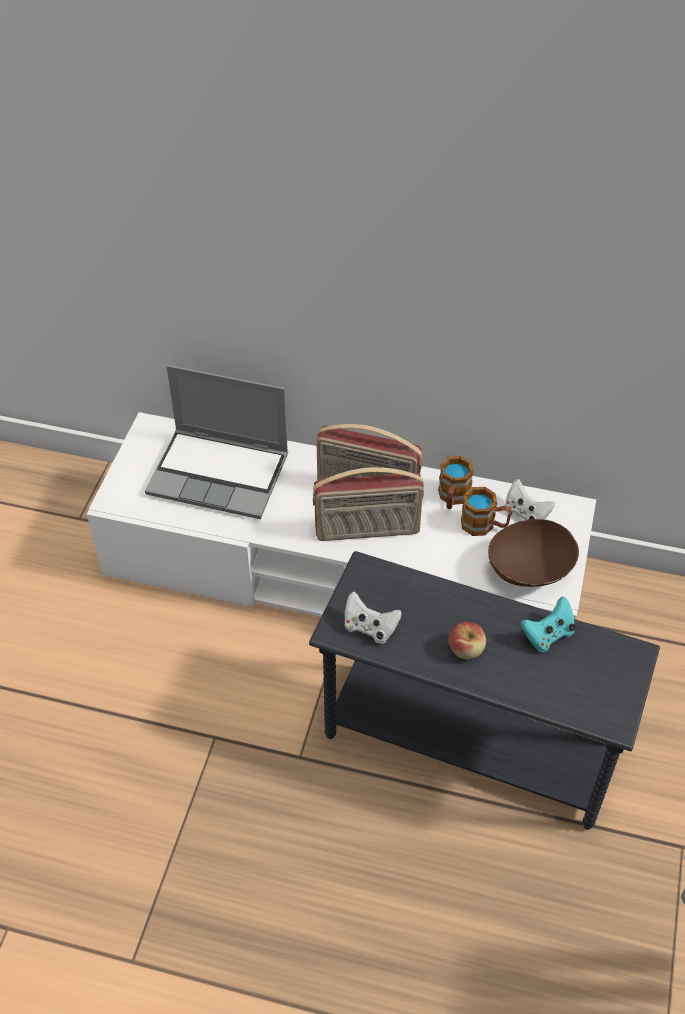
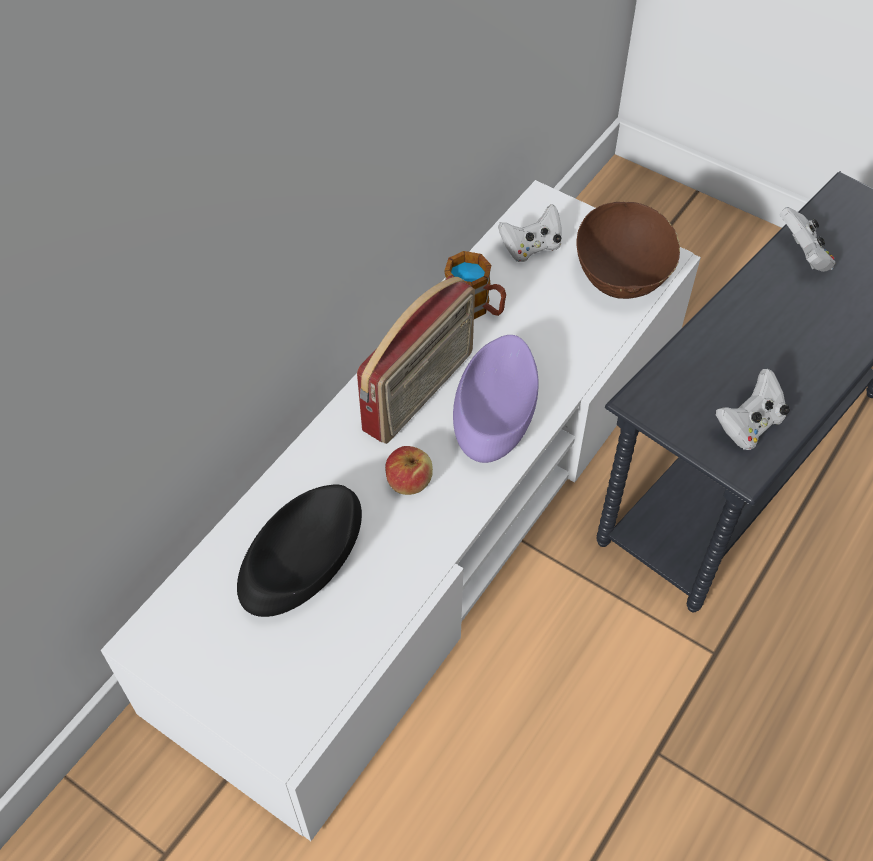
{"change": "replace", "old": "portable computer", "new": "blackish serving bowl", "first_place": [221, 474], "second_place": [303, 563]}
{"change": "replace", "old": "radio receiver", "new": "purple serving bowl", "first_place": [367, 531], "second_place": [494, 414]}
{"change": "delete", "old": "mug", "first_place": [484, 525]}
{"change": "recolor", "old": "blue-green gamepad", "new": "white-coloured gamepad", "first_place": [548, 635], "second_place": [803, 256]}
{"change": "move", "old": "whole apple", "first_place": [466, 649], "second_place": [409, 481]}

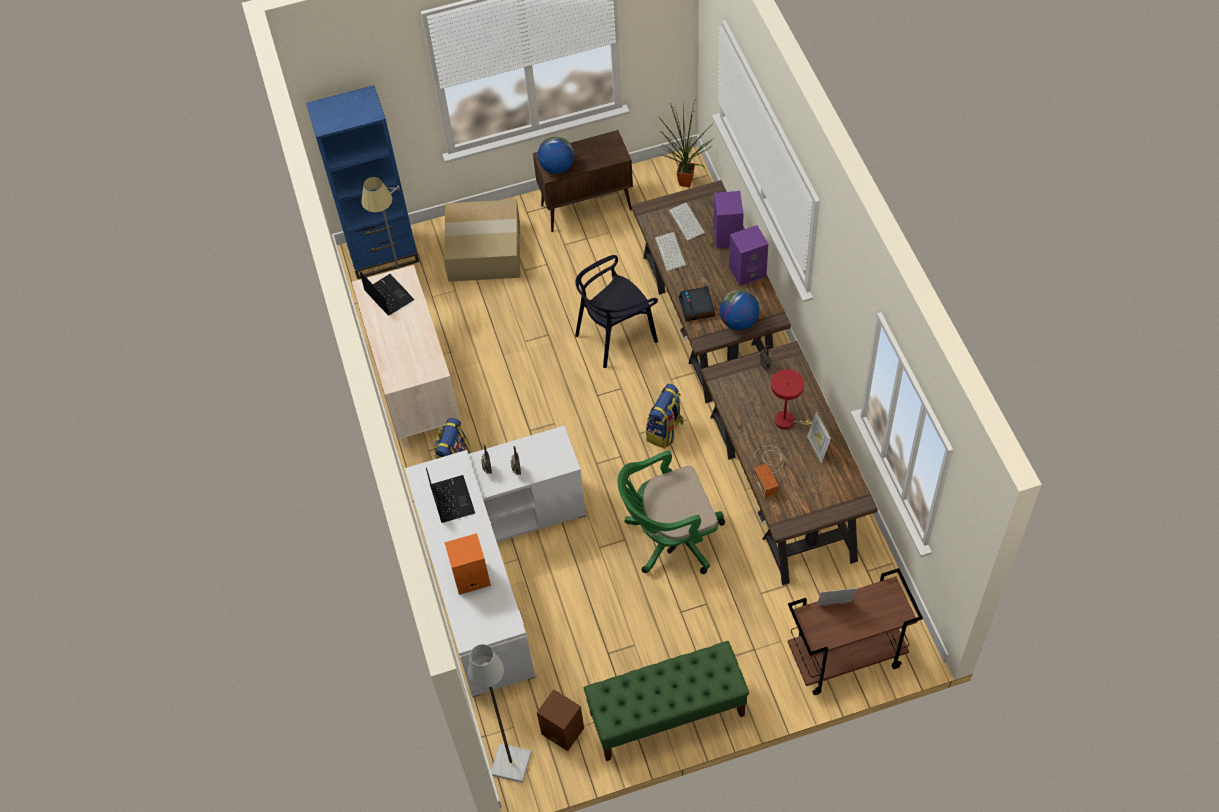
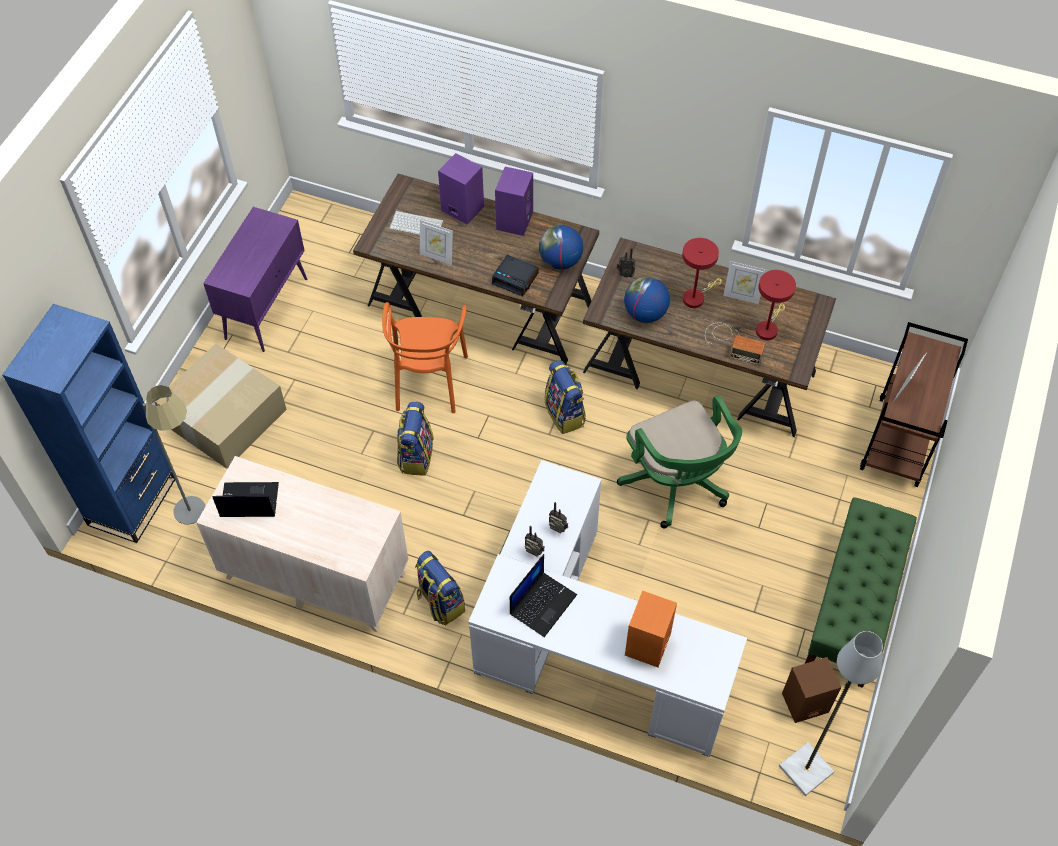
{"change": "delete", "old": "potted plant", "first_place": [684, 184]}
{"change": "recolor", "old": "brown storage cabinet", "new": "purple storage cabinet", "first_place": [587, 207], "second_place": [267, 308]}
{"change": "move", "old": "world globe", "first_place": [557, 167], "second_place": [645, 313]}
{"change": "replace", "old": "PC keyboard", "new": "standing frame", "first_place": [671, 252], "second_place": [437, 257]}
{"change": "recolor", "old": "blackish plain chair", "new": "orange-coloured plain chair", "first_place": [615, 335], "second_place": [428, 381]}
{"change": "rotate", "old": "green computer chair", "first_place": [669, 538], "second_place": [677, 485], "degrees": -45}
{"change": "rotate", "old": "portable computer", "first_place": [451, 499], "second_place": [543, 603], "degrees": 105}
{"change": "insert", "new": "red-coloured lamp for a table", "second_place": [768, 328]}
{"change": "insert", "new": "backpack", "second_place": [415, 455]}

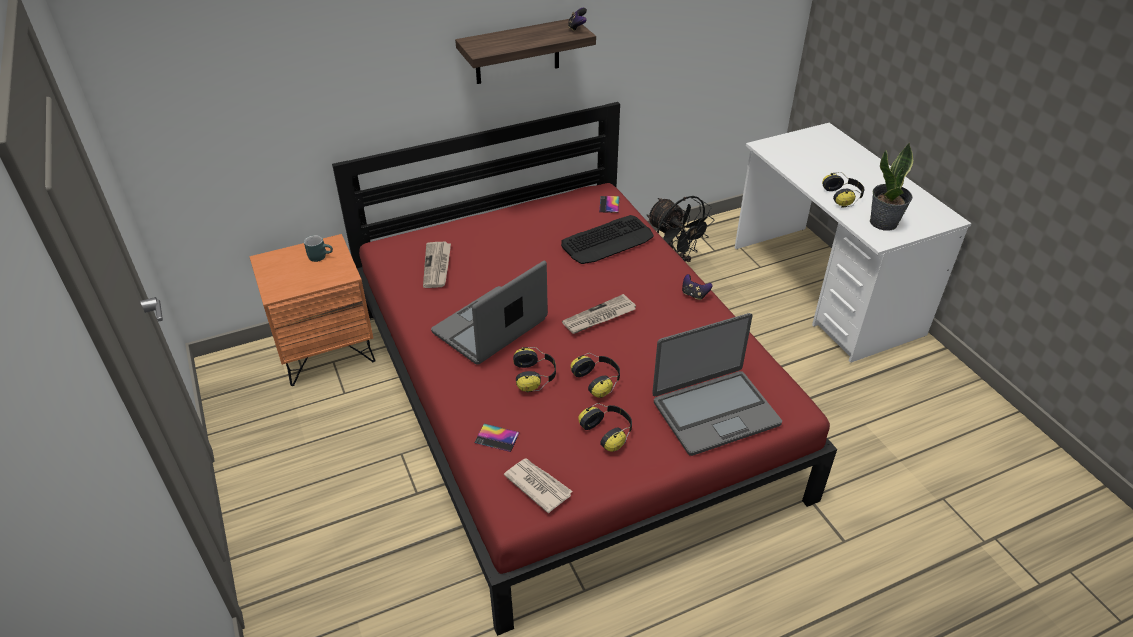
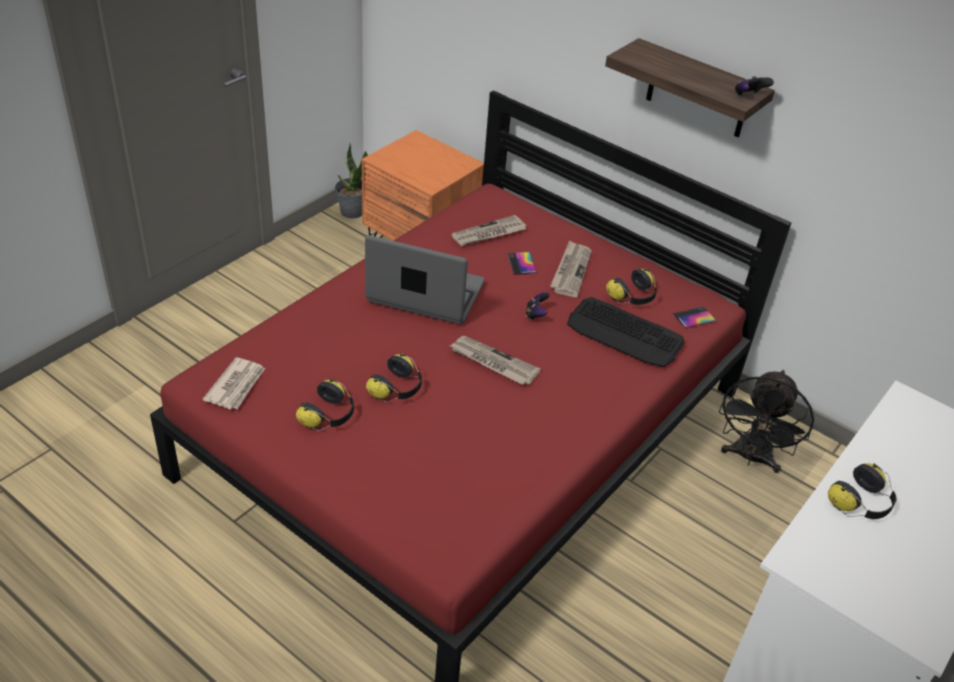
{"change": "move", "old": "potted plant", "first_place": [884, 223], "second_place": [352, 212]}
{"change": "delete", "old": "blue-green mug", "first_place": [320, 256]}
{"change": "move", "old": "gamepad", "first_place": [694, 295], "second_place": [536, 314]}
{"change": "delete", "old": "portable computer", "first_place": [714, 412]}
{"change": "move", "old": "pair of headphones", "first_place": [535, 376], "second_place": [633, 297]}
{"change": "move", "old": "telephone", "first_place": [497, 438], "second_place": [521, 263]}
{"change": "insert", "new": "printed paper", "second_place": [570, 271]}

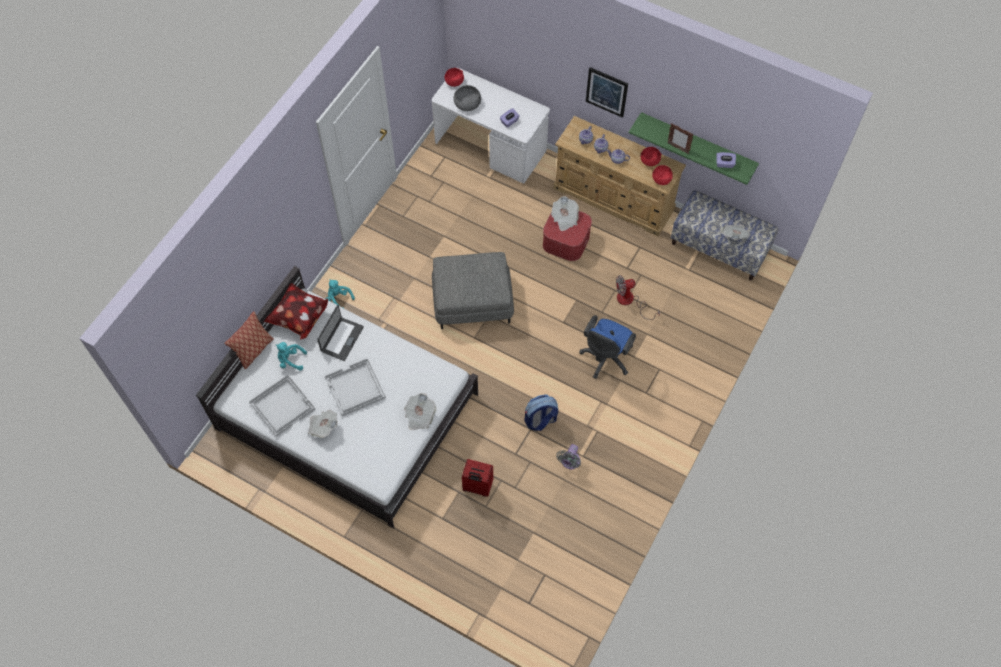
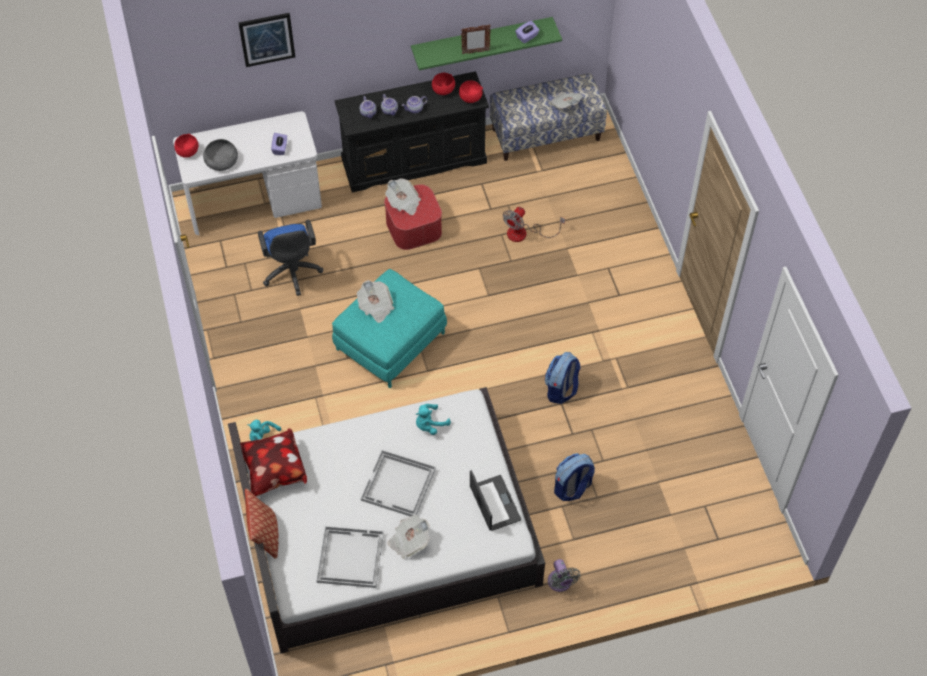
{"change": "move", "old": "wall art", "first_place": [607, 91], "second_place": [267, 39]}
{"change": "recolor", "old": "beige drawer chest", "new": "blackish drawer chest", "first_place": [614, 198], "second_place": [414, 160]}
{"change": "recolor", "old": "grey pouffe", "new": "blue-green pouffe", "first_place": [473, 300], "second_place": [390, 341]}
{"change": "move", "old": "portable computer", "first_place": [341, 339], "second_place": [494, 503]}
{"change": "move", "old": "blue computer chair", "first_place": [605, 359], "second_place": [292, 273]}
{"change": "move", "old": "blue-green cuddly toy", "first_place": [290, 360], "second_place": [430, 425]}
{"change": "move", "old": "printed paper", "first_place": [419, 416], "second_place": [376, 307]}
{"change": "move", "old": "grey cooling fan", "first_place": [569, 462], "second_place": [560, 583]}
{"change": "replace", "old": "red-coloured suitcase", "new": "backpack", "first_place": [477, 487], "second_place": [572, 488]}

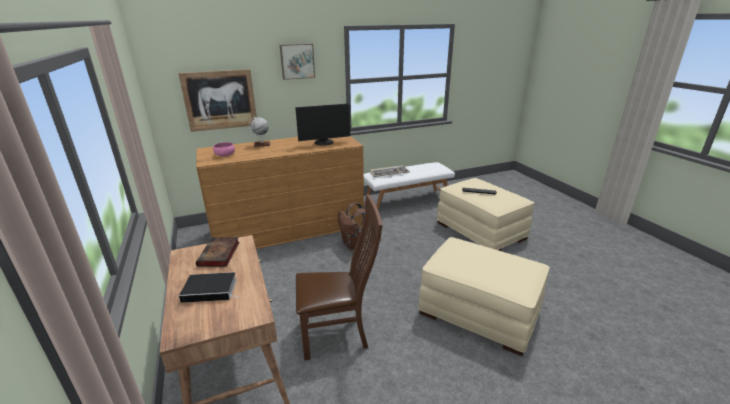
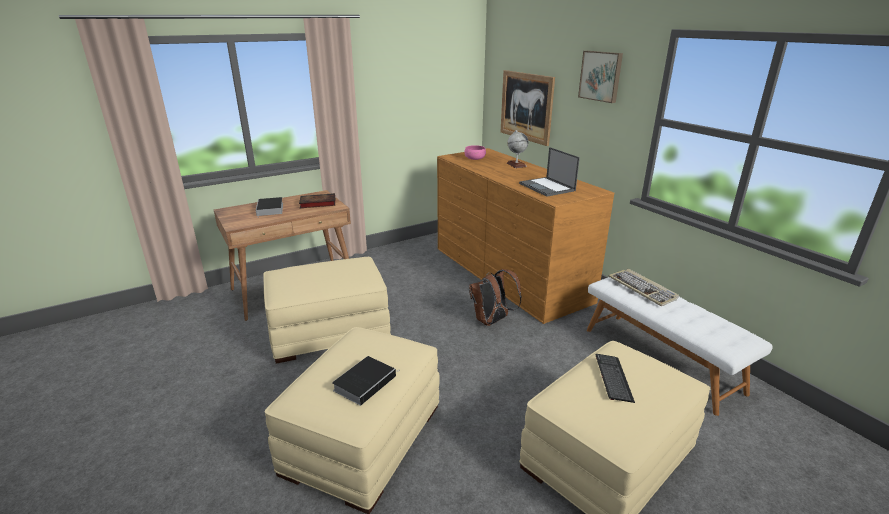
{"change": "replace", "old": "computer display", "new": "portable computer", "first_place": [324, 143], "second_place": [547, 187]}
{"change": "replace", "old": "brown plain chair", "new": "beige pouffe", "first_place": [339, 334], "second_place": [328, 331]}
{"change": "insert", "new": "volume", "second_place": [365, 382]}

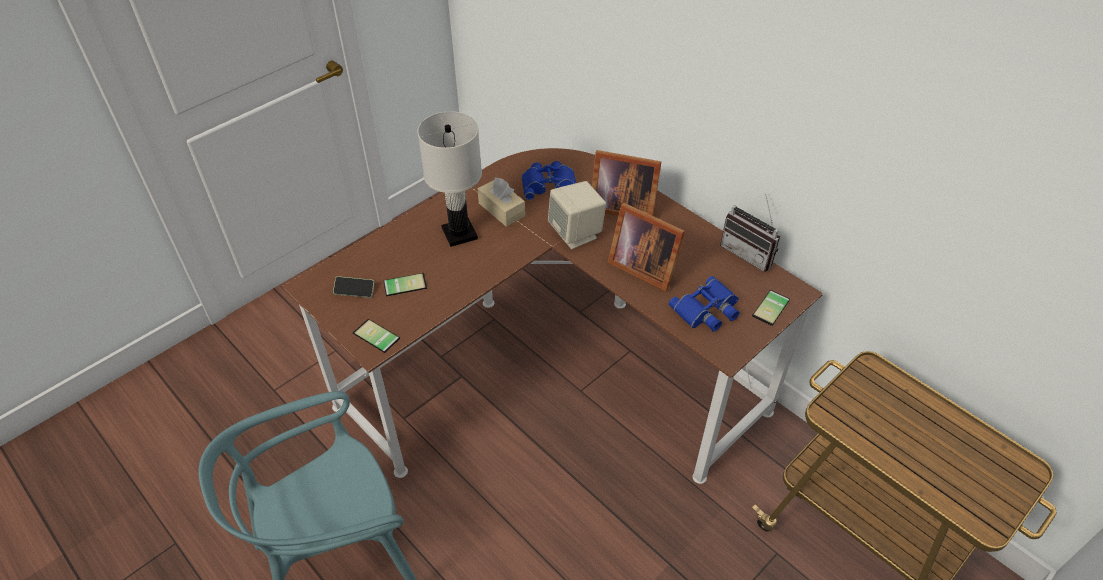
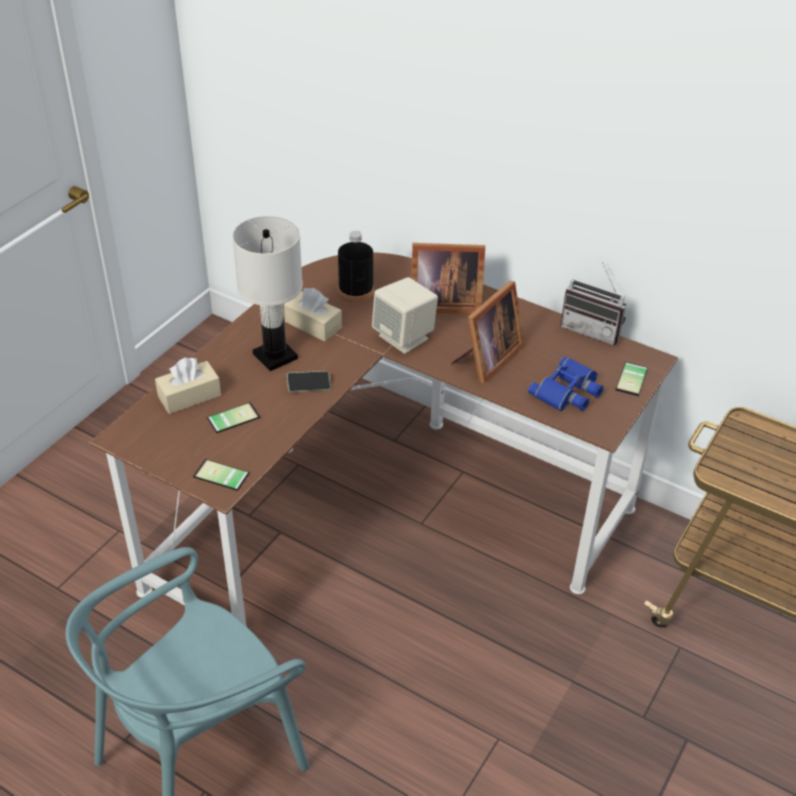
{"change": "replace", "old": "blue pair of binoculars", "new": "blackish beverage bottle", "first_place": [549, 184], "second_place": [356, 291]}
{"change": "rotate", "old": "standing frame", "first_place": [642, 266], "second_place": [486, 359], "degrees": -75}
{"change": "move", "old": "telephone", "first_place": [354, 291], "second_place": [309, 386]}
{"change": "insert", "new": "beige tissue holder", "second_place": [189, 396]}

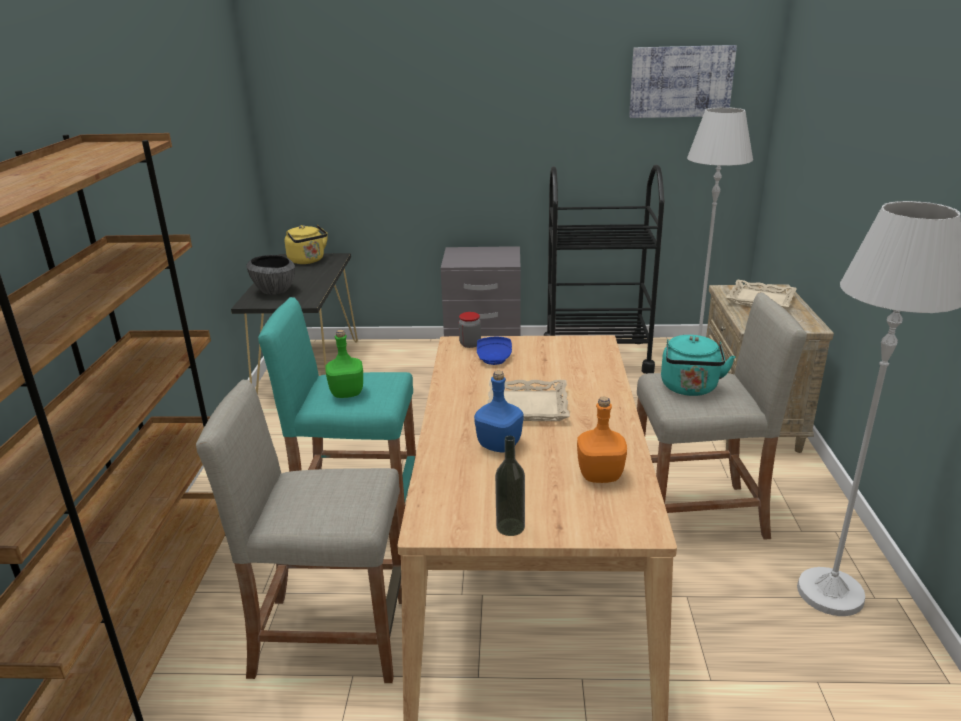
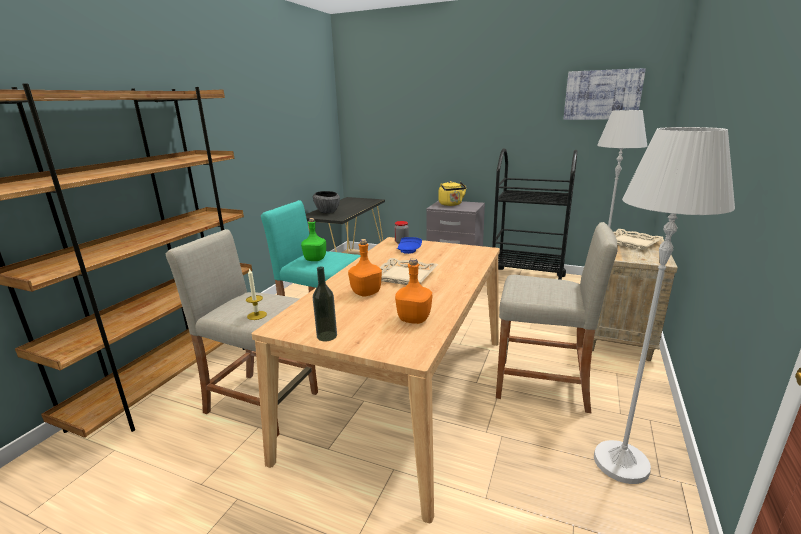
{"change": "move", "old": "yellow tea kettle", "first_place": [308, 261], "second_place": [451, 204]}
{"change": "delete", "old": "blue-green tea kettle", "first_place": [690, 388]}
{"change": "recolor", "old": "blue beverage bottle", "new": "orange-coloured beverage bottle", "first_place": [499, 445], "second_place": [365, 293]}
{"change": "insert", "new": "candle", "second_place": [257, 315]}

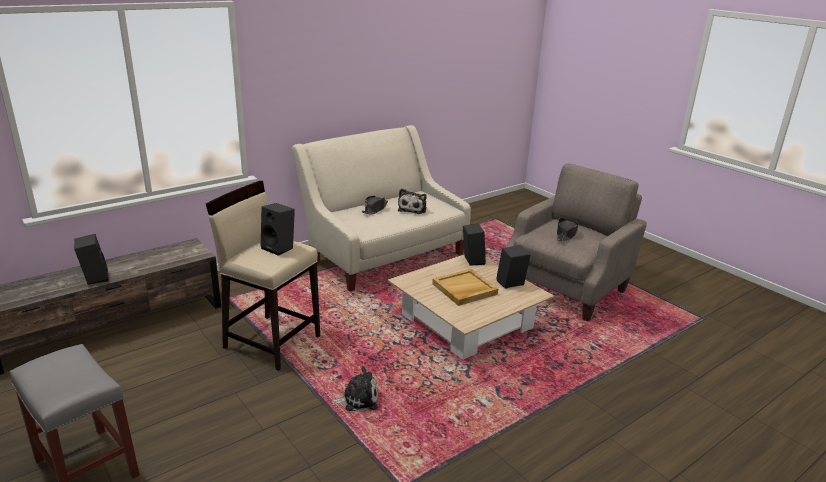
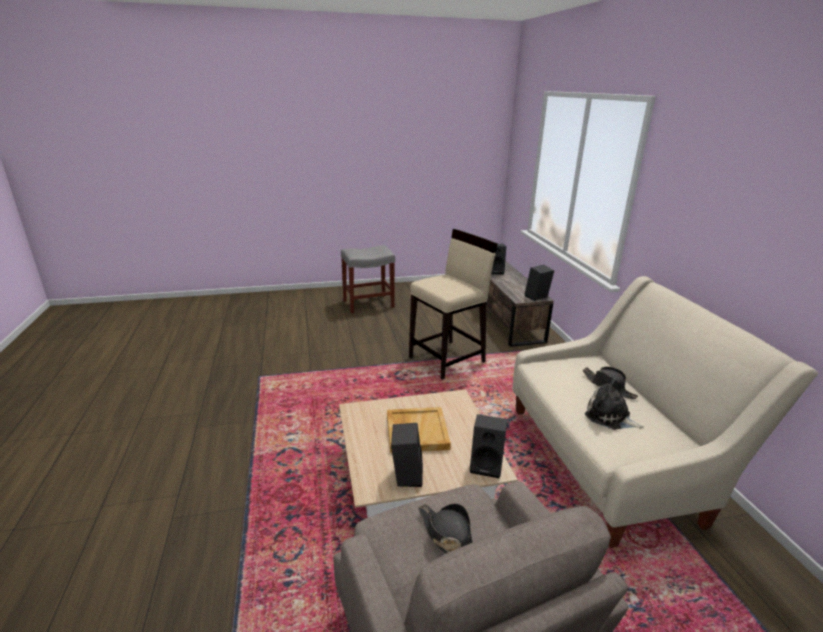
{"change": "move", "old": "blackish audio speaker", "first_place": [279, 248], "second_place": [537, 298]}
{"change": "delete", "old": "cuddly toy", "first_place": [358, 399]}

